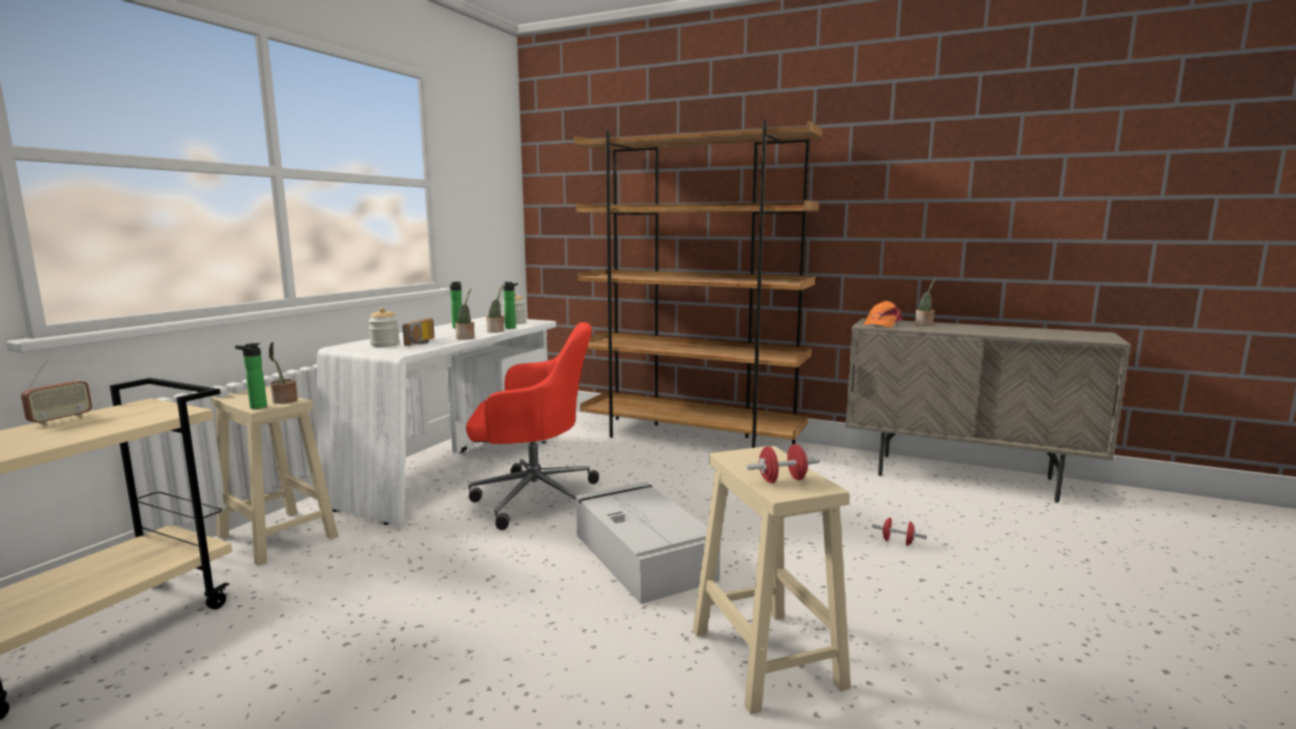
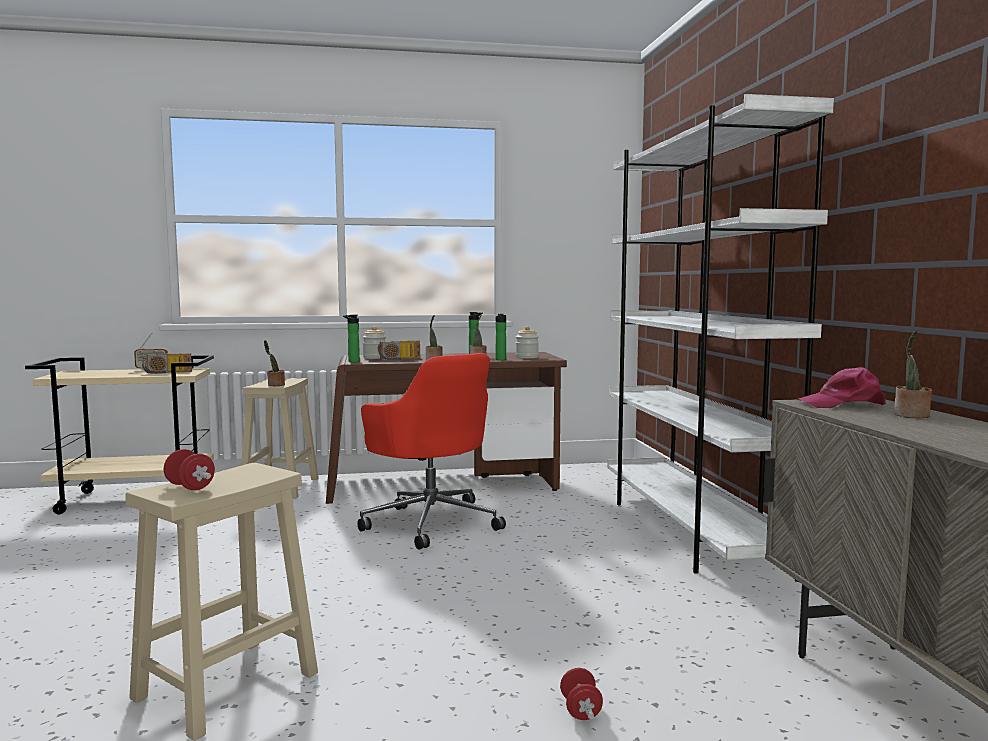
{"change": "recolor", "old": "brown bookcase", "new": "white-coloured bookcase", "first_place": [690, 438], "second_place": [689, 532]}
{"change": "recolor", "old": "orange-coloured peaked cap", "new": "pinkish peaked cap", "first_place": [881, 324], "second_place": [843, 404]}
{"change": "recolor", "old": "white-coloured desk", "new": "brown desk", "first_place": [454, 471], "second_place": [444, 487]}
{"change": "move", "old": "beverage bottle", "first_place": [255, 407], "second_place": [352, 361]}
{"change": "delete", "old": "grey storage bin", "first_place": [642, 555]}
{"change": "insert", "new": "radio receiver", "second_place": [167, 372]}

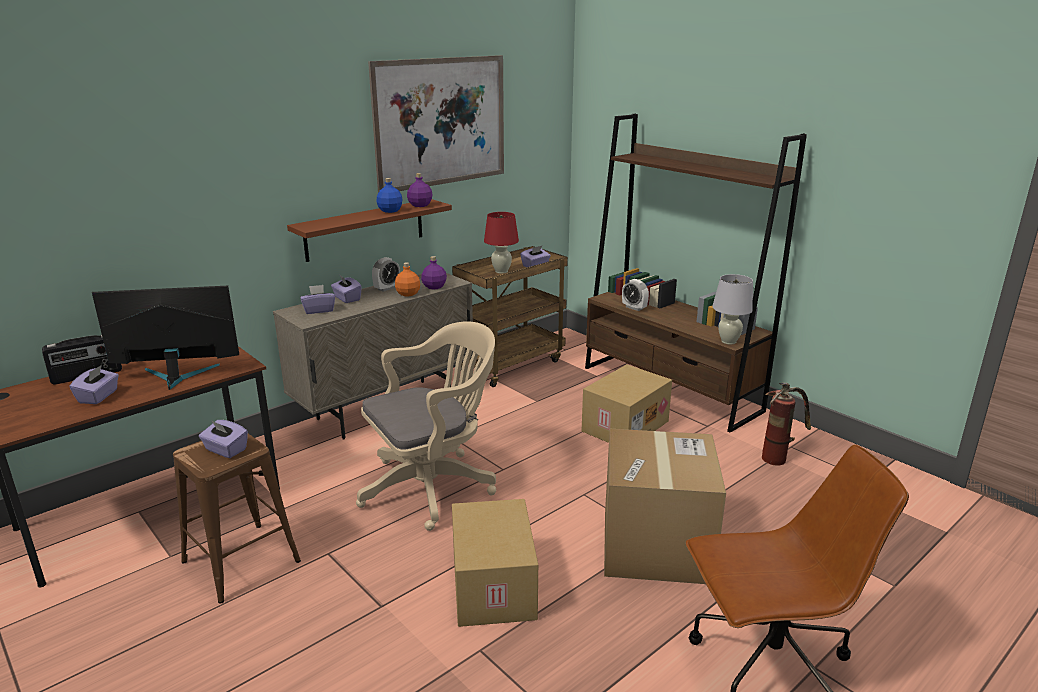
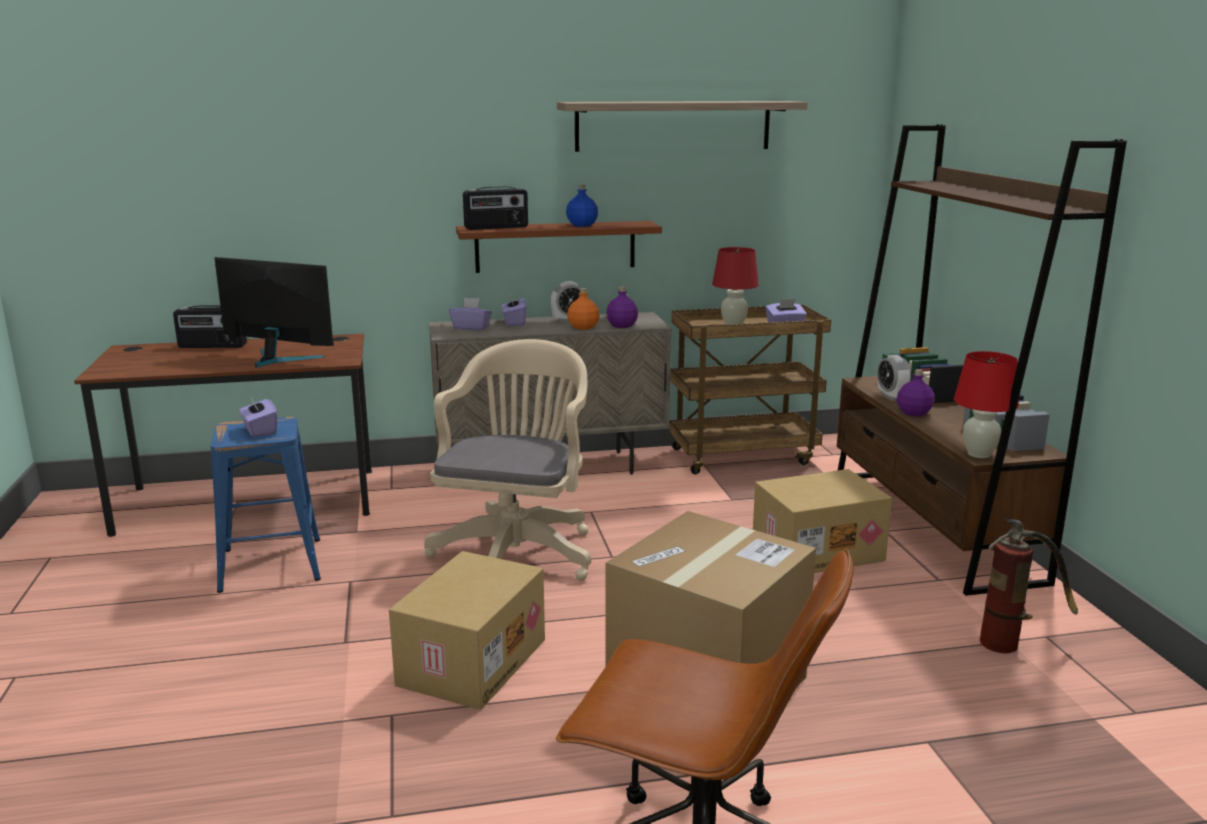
{"change": "replace", "old": "wall art", "new": "shelf", "first_place": [441, 122], "second_place": [673, 126]}
{"change": "move", "old": "purple beverage bottle", "first_place": [420, 205], "second_place": [914, 413]}
{"change": "recolor", "old": "white-coloured lamp for a table", "new": "red-coloured lamp for a table", "first_place": [729, 341], "second_place": [979, 454]}
{"change": "rotate", "old": "beige computer chair", "first_place": [433, 486], "second_place": [517, 552], "degrees": -75}
{"change": "delete", "old": "purple tissue holder", "first_place": [98, 396]}
{"change": "recolor", "old": "brown stool seat", "new": "blue stool seat", "first_place": [241, 561], "second_place": [271, 565]}
{"change": "insert", "new": "radio receiver", "second_place": [496, 227]}

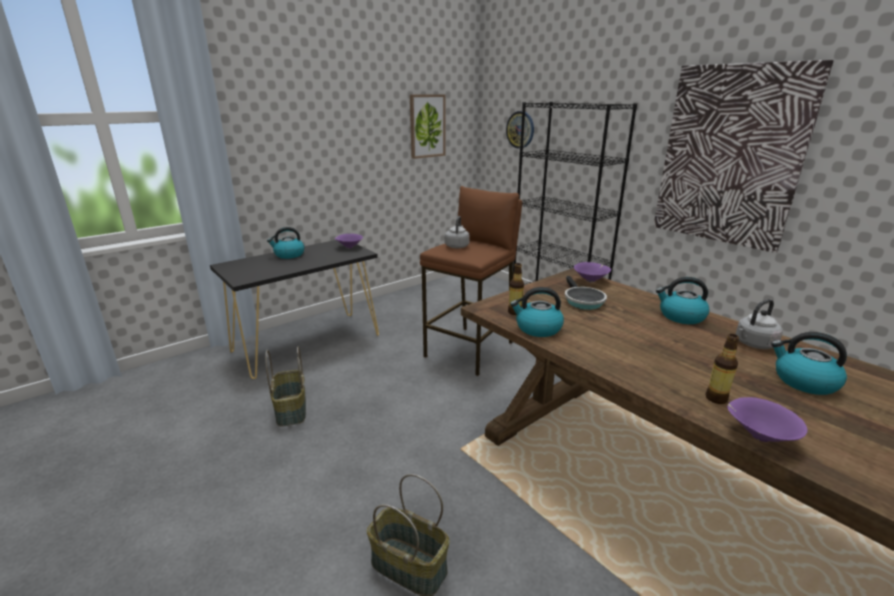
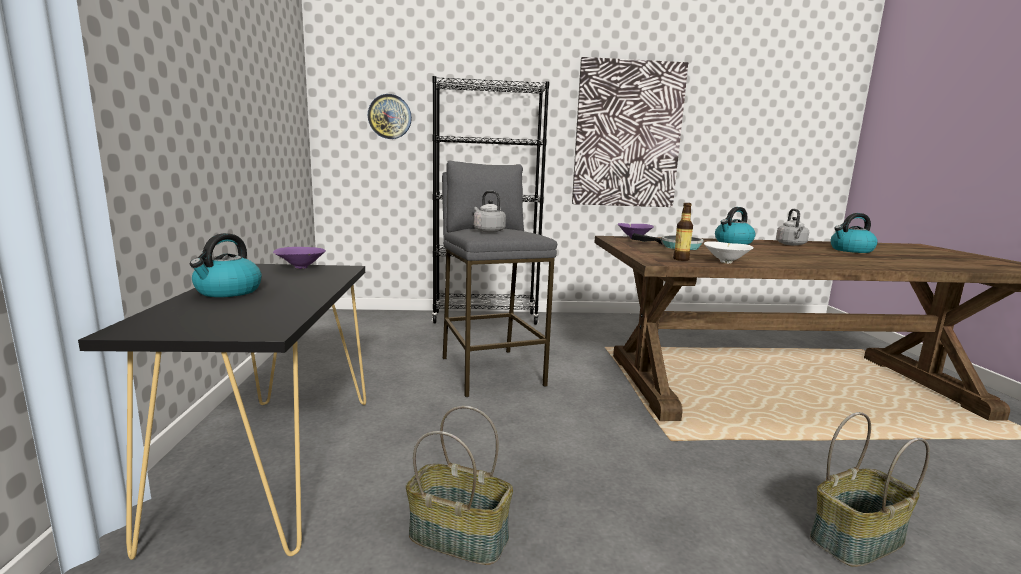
{"change": "delete", "old": "wall art", "first_place": [427, 126]}
{"change": "recolor", "old": "brown stool seat", "new": "grey stool seat", "first_place": [470, 349], "second_place": [491, 371]}
{"change": "replace", "old": "tea kettle", "new": "white-coloured serving bowl", "first_place": [537, 328], "second_place": [726, 262]}
{"change": "delete", "old": "beverage bottle", "first_place": [716, 398]}
{"change": "delete", "old": "purple serving bowl", "first_place": [758, 436]}

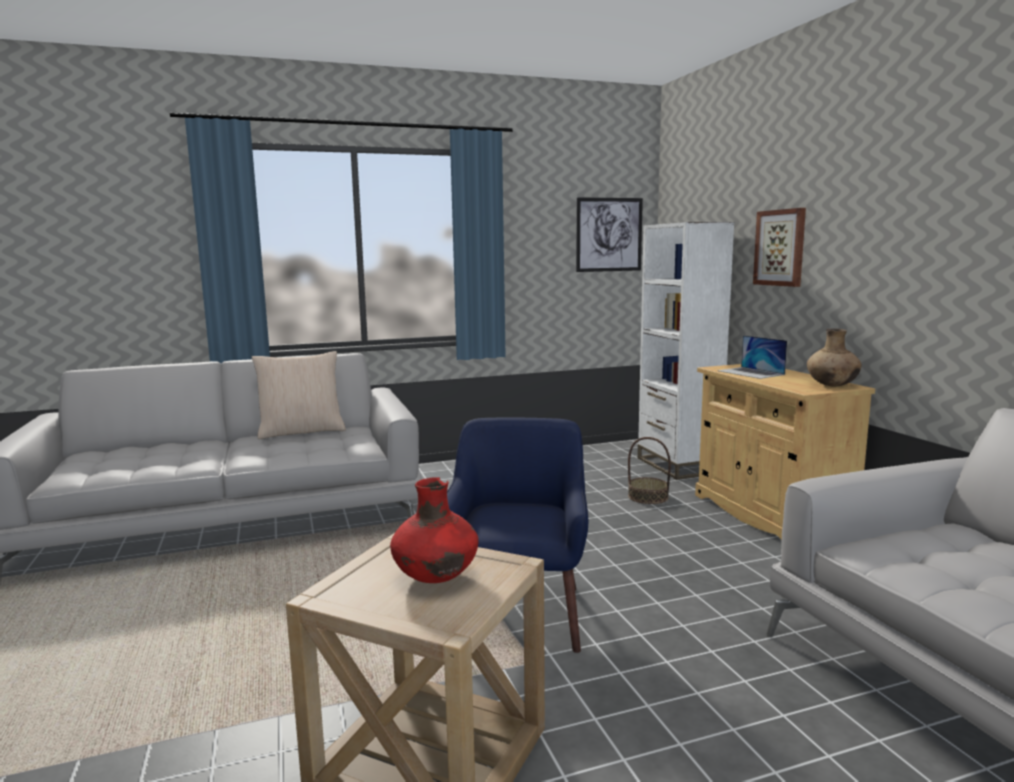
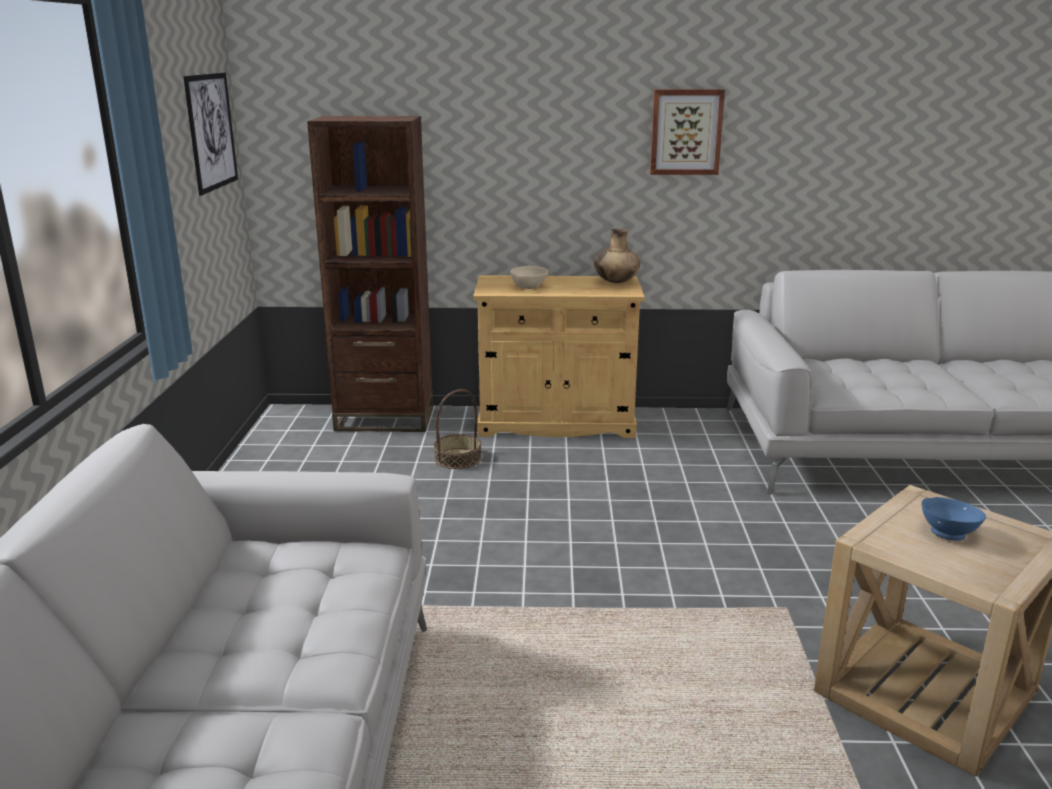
{"change": "move", "old": "wall art", "first_place": [780, 247], "second_place": [686, 132]}
{"change": "recolor", "old": "white-coloured bookcase", "new": "brown bookcase", "first_place": [677, 465], "second_place": [385, 419]}
{"change": "replace", "old": "portable computer", "new": "beige serving bowl", "first_place": [750, 372], "second_place": [529, 287]}
{"change": "delete", "old": "beige pillow", "first_place": [301, 431]}
{"change": "delete", "old": "blue easy chair", "first_place": [518, 613]}
{"change": "replace", "old": "red-coloured decorative vase", "new": "blue serving bowl", "first_place": [436, 578], "second_place": [949, 534]}

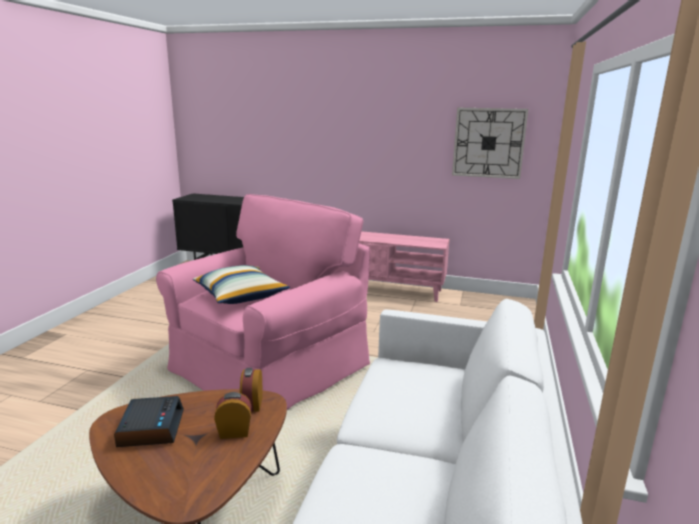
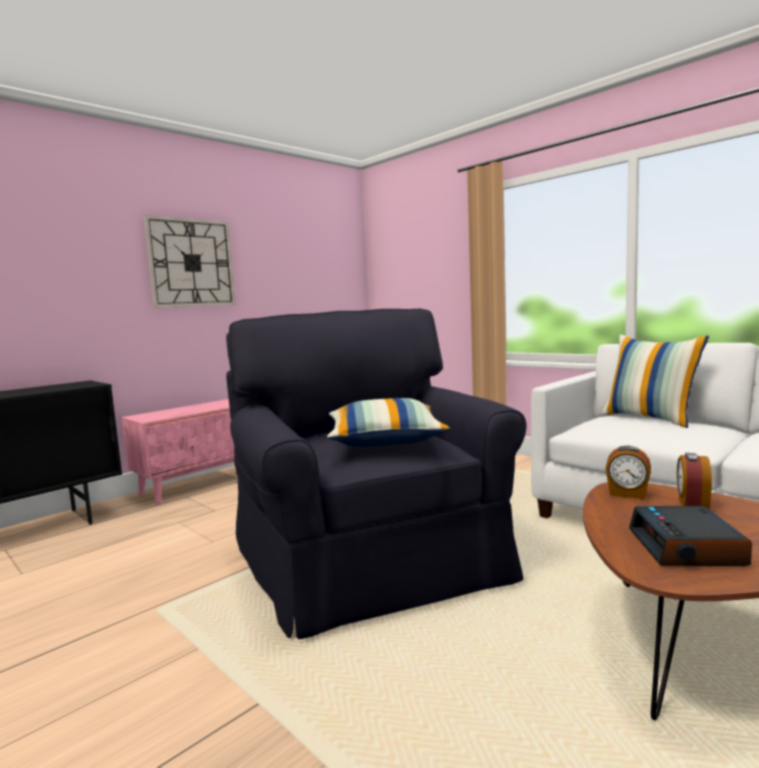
{"change": "move", "old": "wall clock", "first_place": [488, 143], "second_place": [191, 263]}
{"change": "recolor", "old": "pinkish easy chair", "new": "blackish easy chair", "first_place": [266, 367], "second_place": [372, 559]}
{"change": "rotate", "old": "table clock", "first_place": [151, 428], "second_place": [687, 548], "degrees": -105}
{"change": "insert", "new": "pillow", "second_place": [650, 418]}

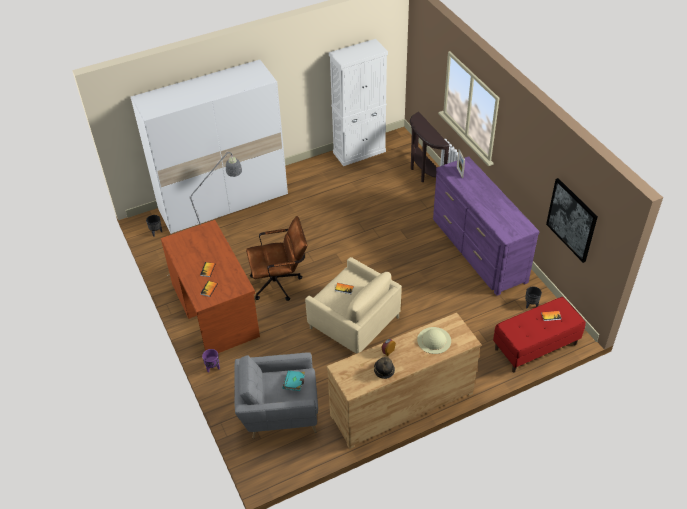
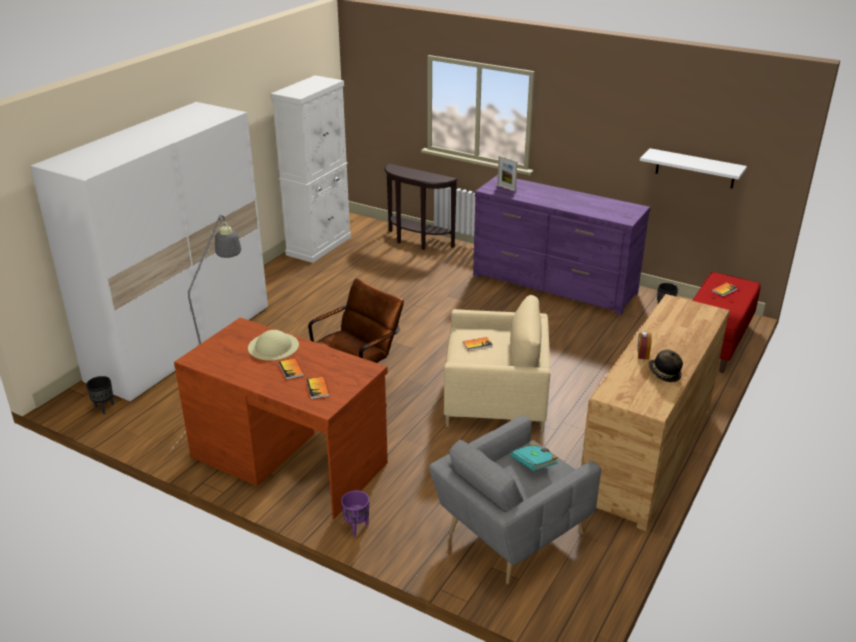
{"change": "replace", "old": "wall art", "new": "white-coloured shelf", "first_place": [571, 220], "second_place": [695, 168]}
{"change": "move", "old": "beige wearable hat", "first_place": [434, 340], "second_place": [273, 346]}

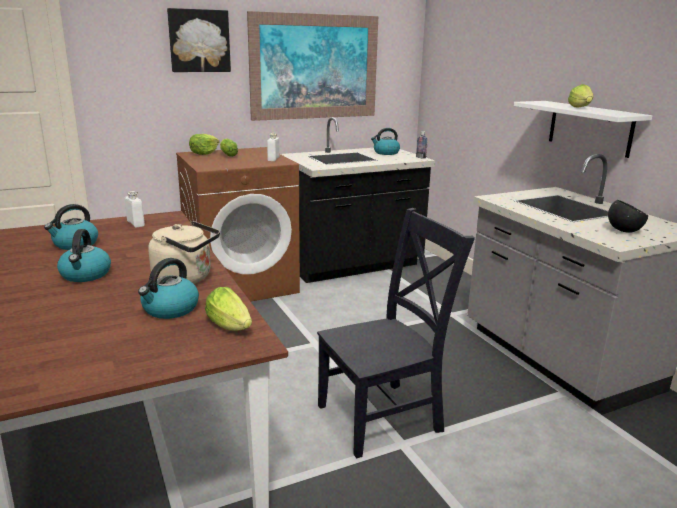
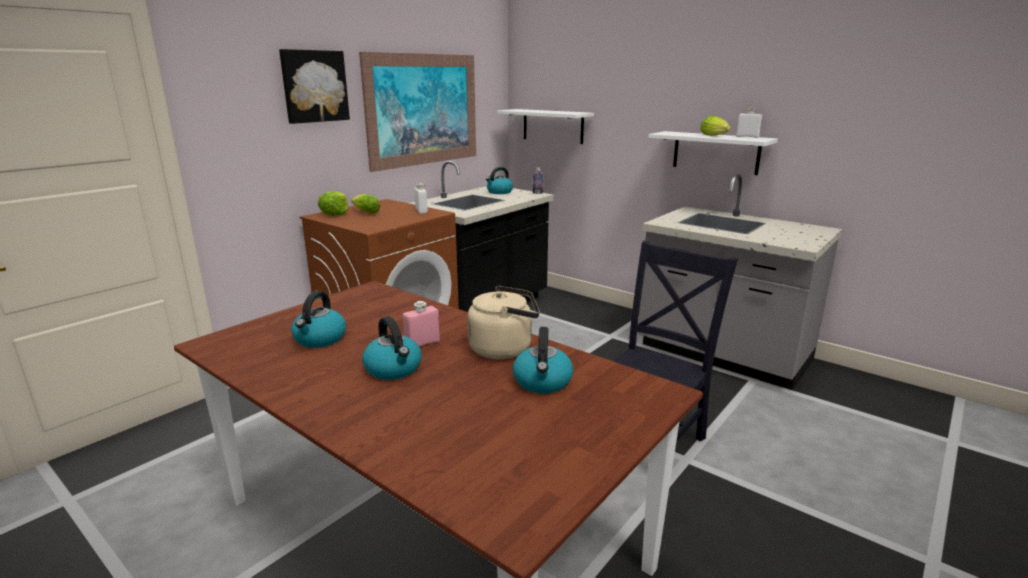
{"change": "move", "old": "white-coloured beverage bottle", "first_place": [135, 223], "second_place": [747, 137]}
{"change": "delete", "old": "blackish serving bowl", "first_place": [623, 231]}
{"change": "delete", "old": "lettuce", "first_place": [231, 326]}
{"change": "insert", "new": "white-coloured shelf", "second_place": [553, 126]}
{"change": "insert", "new": "pinkish beverage bottle", "second_place": [422, 344]}

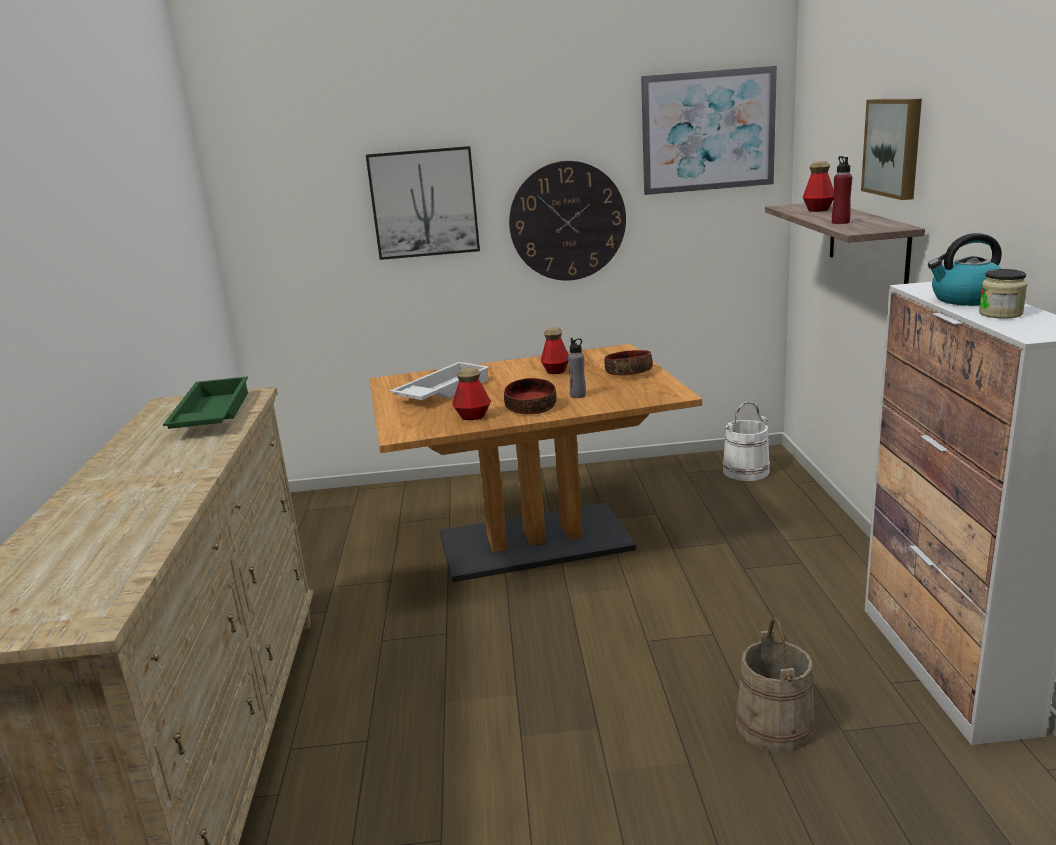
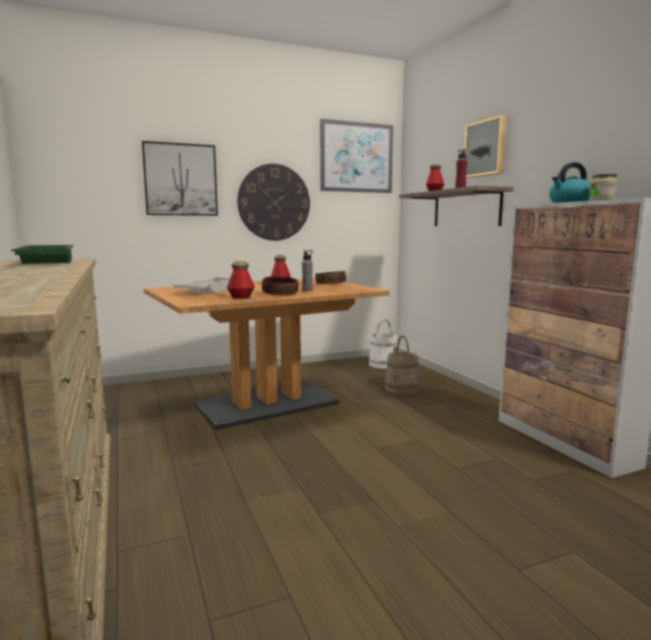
{"change": "move", "old": "beige pail", "first_place": [775, 725], "second_place": [402, 389]}

